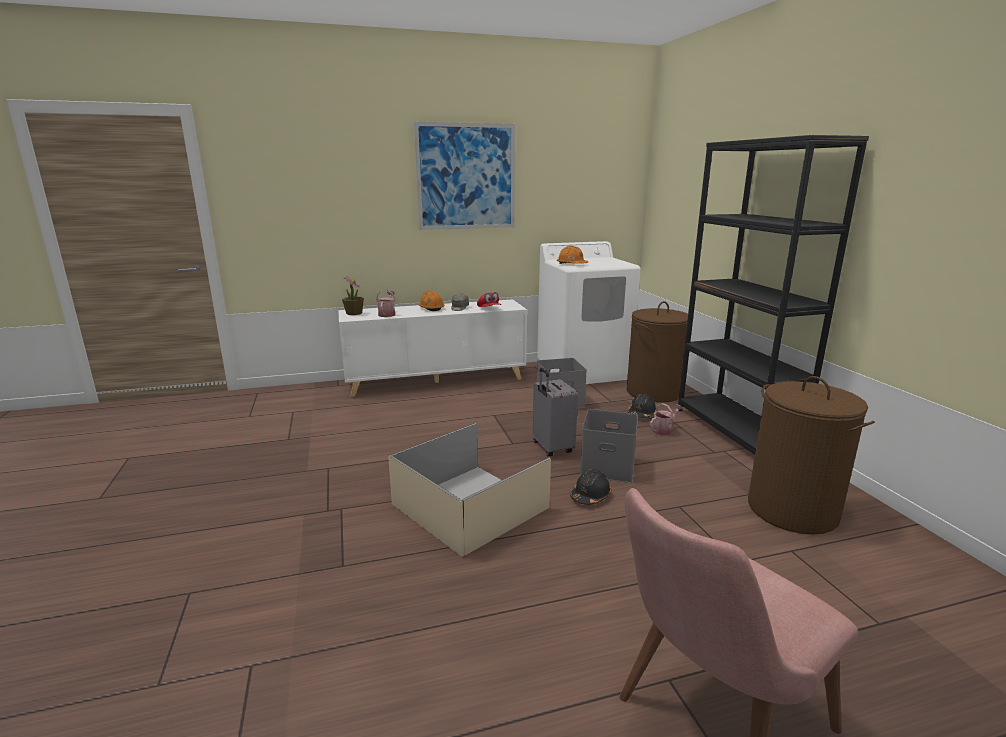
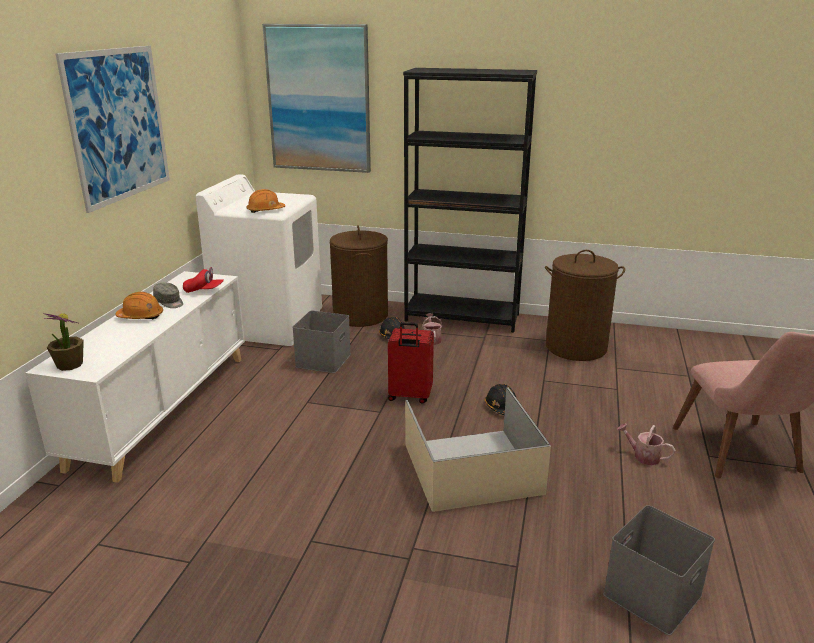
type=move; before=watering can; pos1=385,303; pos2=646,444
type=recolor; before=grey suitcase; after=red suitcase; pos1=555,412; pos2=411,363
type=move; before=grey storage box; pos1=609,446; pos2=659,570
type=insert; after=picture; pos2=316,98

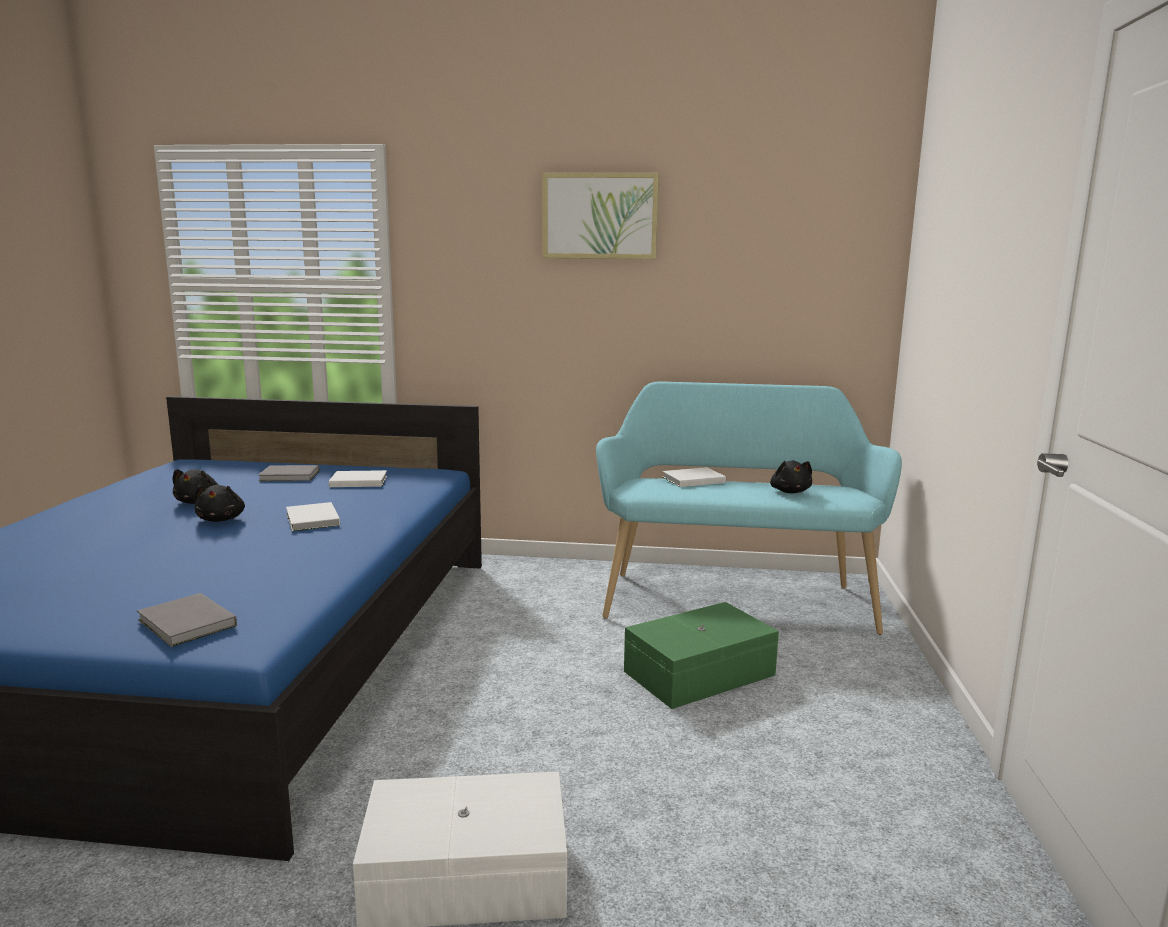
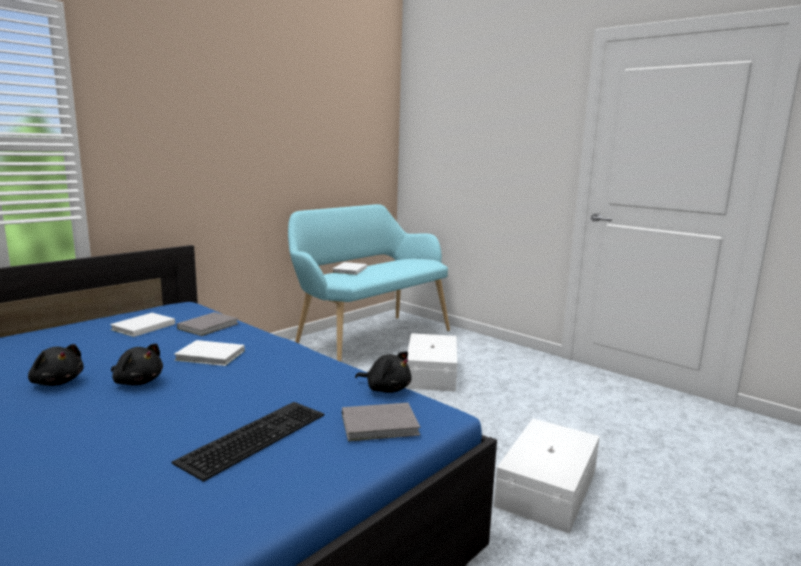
type=move; before=grey book; pos1=288,473; pos2=208,324
type=delete; before=picture; pos1=601,216
type=recolor; before=green storage box; after=white storage box; pos1=701,655; pos2=431,362
type=move; before=black plush toy; pos1=791,477; pos2=383,372
type=insert; after=keyboard; pos2=248,442

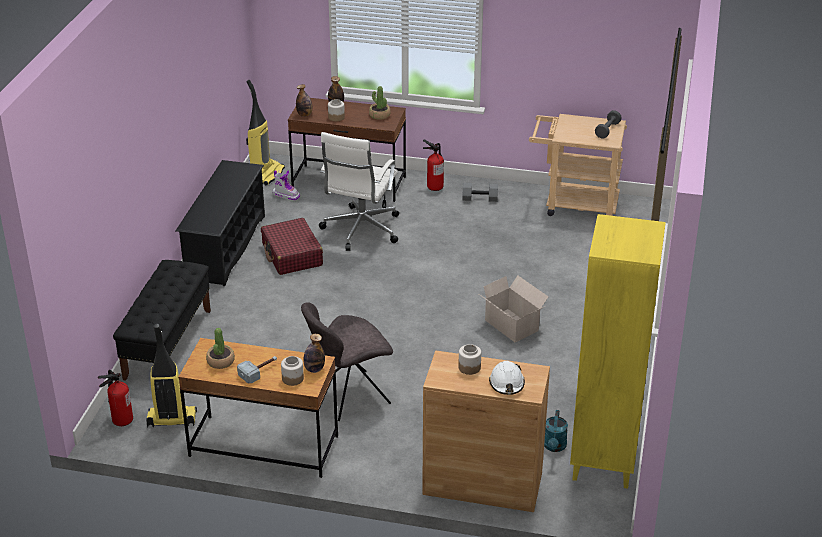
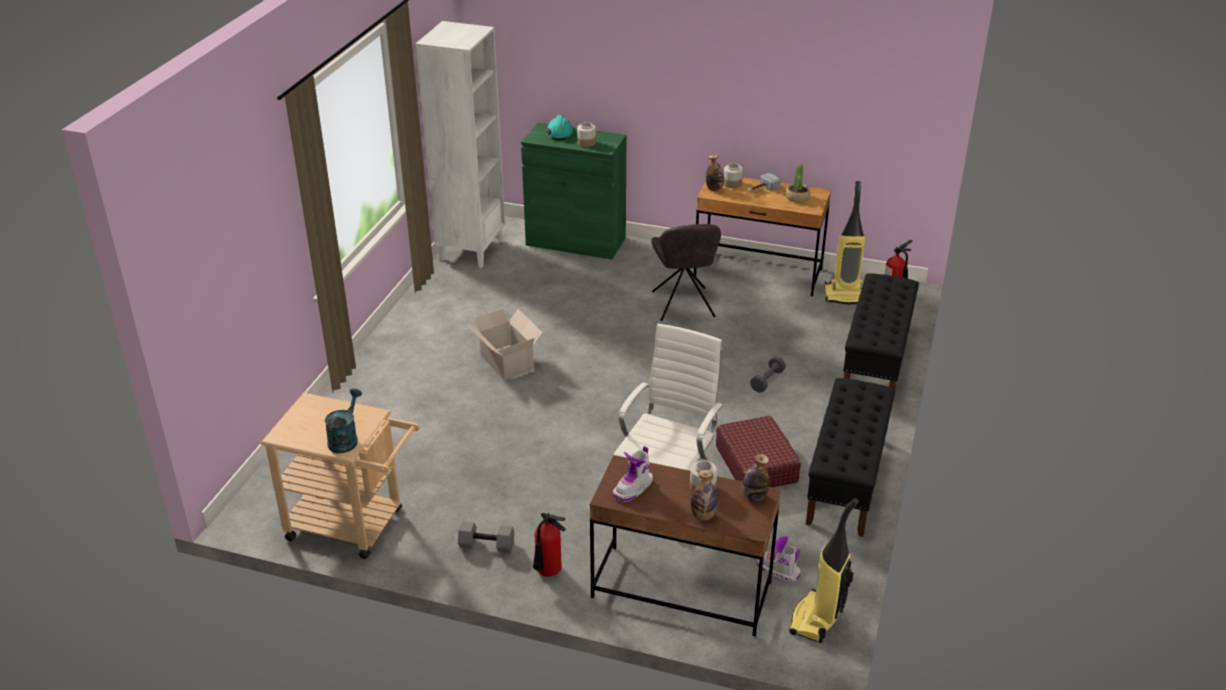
type=replace; before=black shoe rack; after=black bench; pos1=220,223; pos2=850,457
type=rotate; before=grey chair; pos1=347,361; pos2=686,272; turn=105
type=replace; before=potted plant; after=boot; pos1=379,103; pos2=632,474
type=recolor; before=brown cabinet; after=green cabinet; pos1=486,431; pos2=573,191
type=recolor; before=white hard hat; after=turquoise hard hat; pos1=507,378; pos2=560,127
type=move; before=turquoise watering can; pos1=556,431; pos2=343,421
type=recolor; before=yellow bookcase; after=white bookcase; pos1=618,351; pos2=460,144
type=move; before=grey dumbbell; pos1=608,124; pos2=768,374

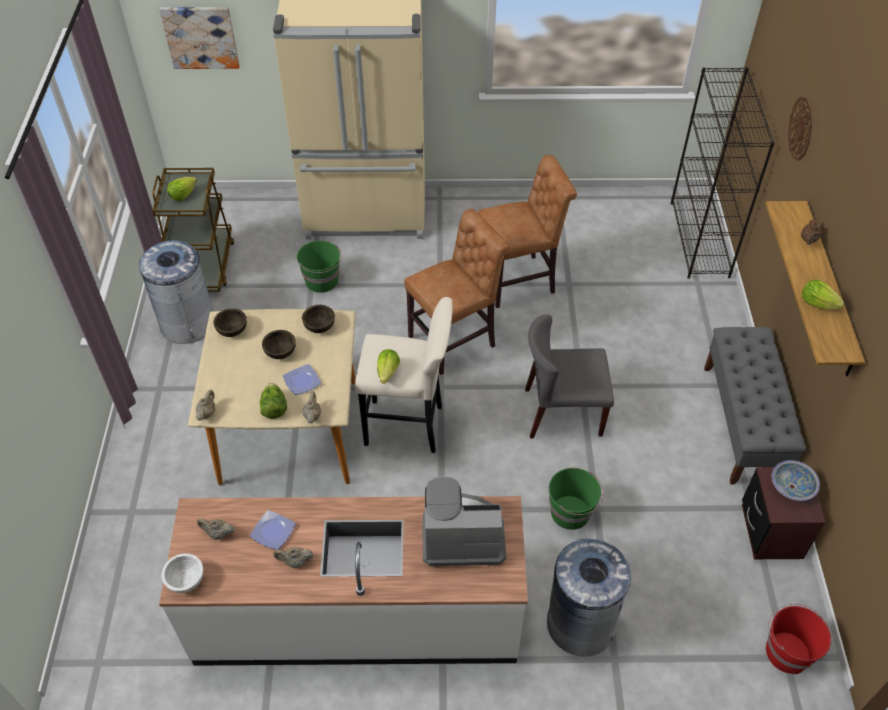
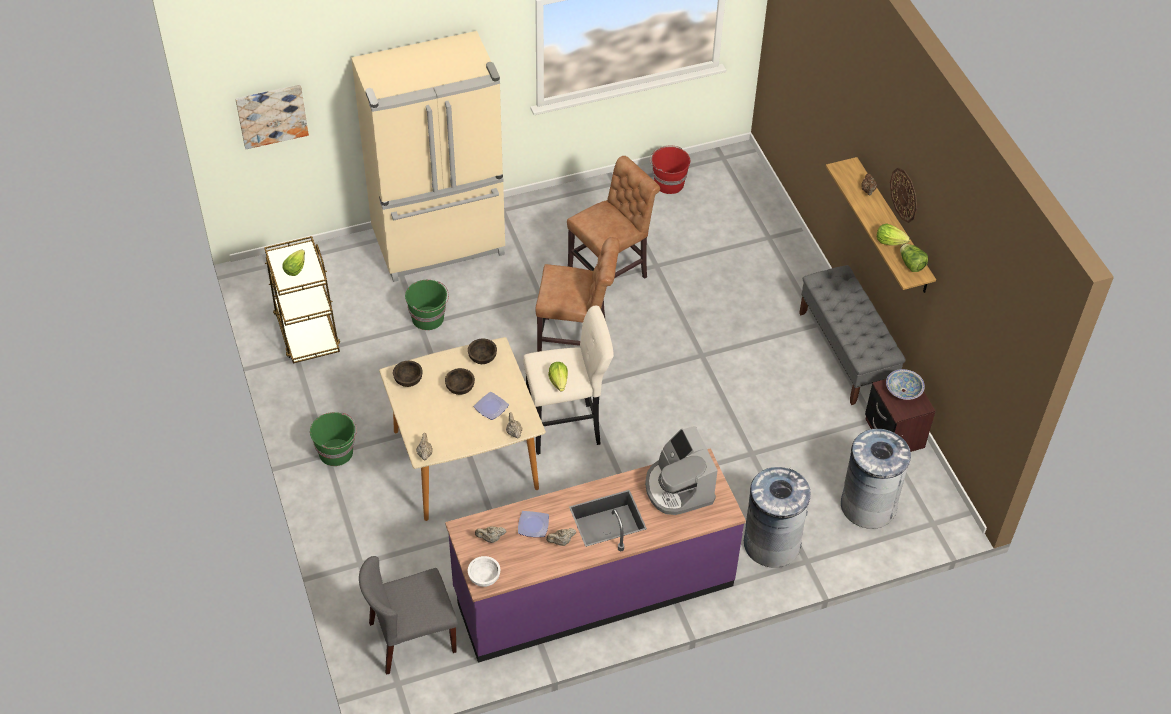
type=move; before=grey trash can; pos1=176,292; pos2=876,479
type=recolor; before=white counter; after=purple counter; pos1=343,581; pos2=595,555
type=move; before=lettuce; pos1=273,401; pos2=914,258
type=rotate; before=brown chair; pos1=457,292; pos2=577,294; turn=60
type=rotate; before=coffee machine; pos1=464,521; pos2=681,470; turn=-90
type=move; before=grey chair; pos1=569,376; pos2=408,615
type=move; before=green bucket; pos1=576,499; pos2=333,439
type=delete; before=black bookcase; pos1=723,173
type=move; before=red bucket; pos1=798,639; pos2=670,170
type=move; before=wall clock; pos1=800,129; pos2=903,195

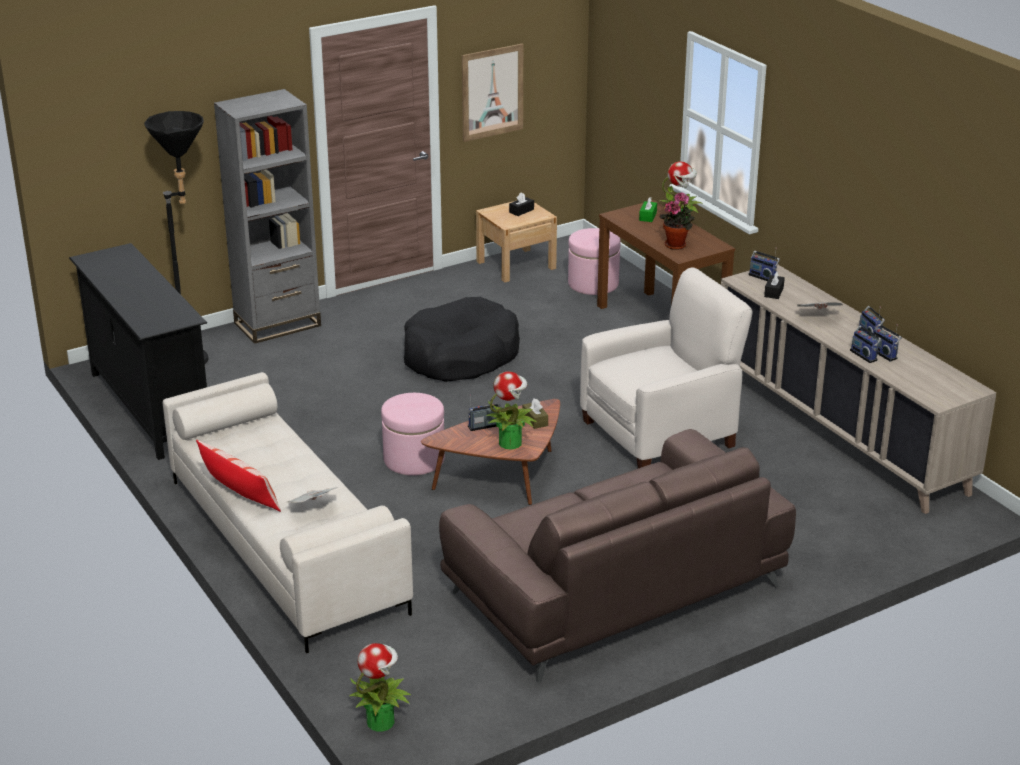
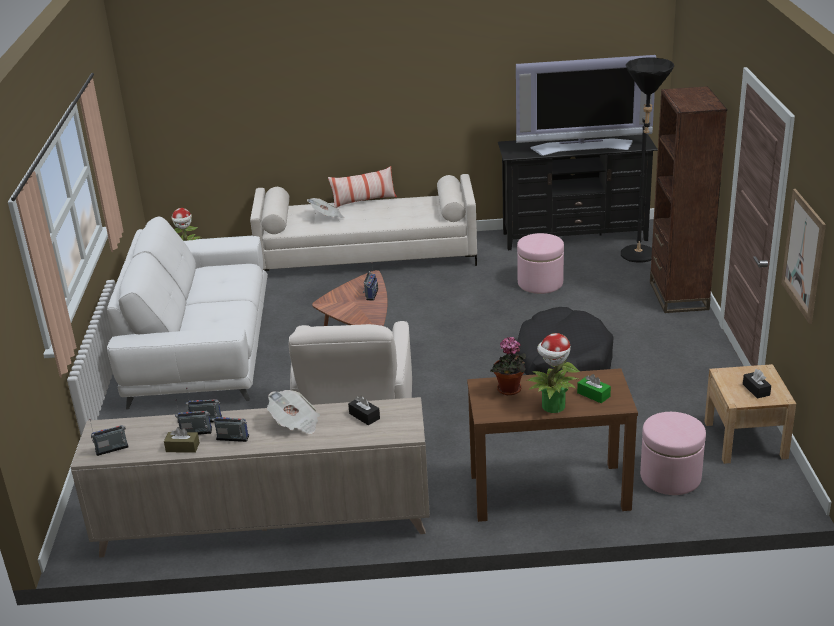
type=recolor; before=grey bookcase; after=brown bookcase; pos1=267,216; pos2=688,199
type=move; before=pink ottoman; pos1=413,434; pos2=540,263
type=recolor; before=brown sofa; after=white sofa; pos1=617,556; pos2=187,313
type=delete; before=potted plant; pos1=511,410
type=move; before=brown tissue box; pos1=535,413; pos2=182,440
type=move; before=radio; pos1=764,264; pos2=108,437
type=insert; after=television; pos2=586,105

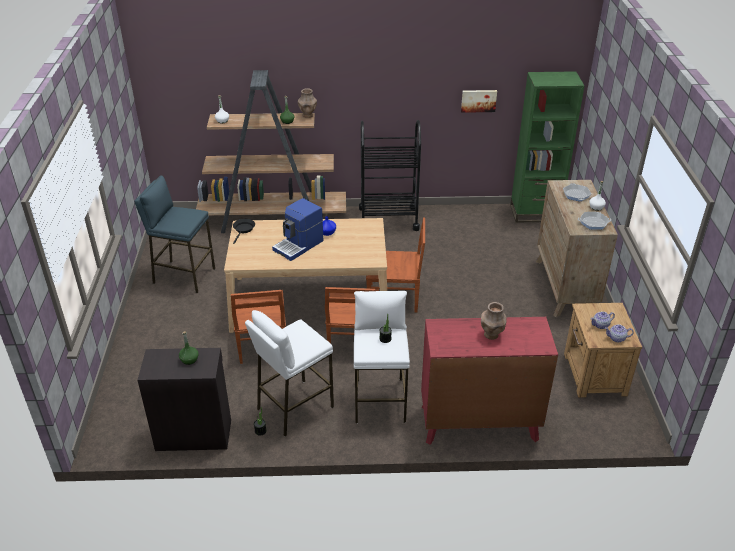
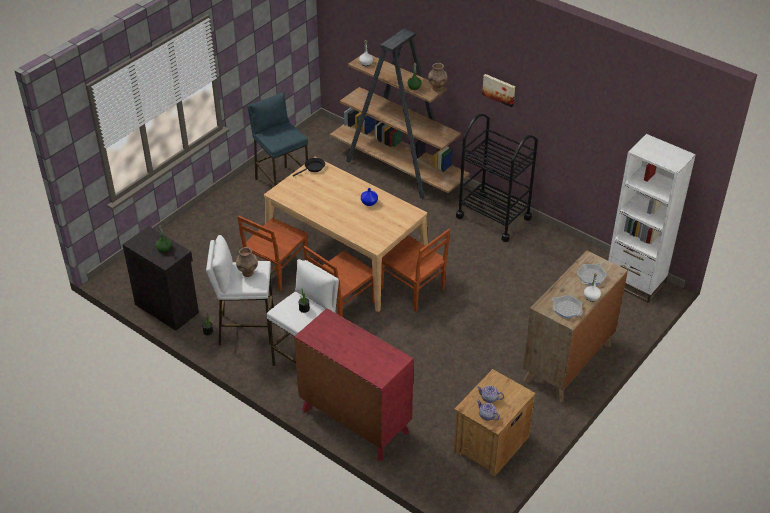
type=delete; before=coffee machine; pos1=297,229
type=move; before=picture; pos1=479,101; pos2=498,90
type=move; before=brown vase; pos1=494,321; pos2=247,262
type=recolor; before=green bookcase; after=white bookcase; pos1=547,147; pos2=652,218

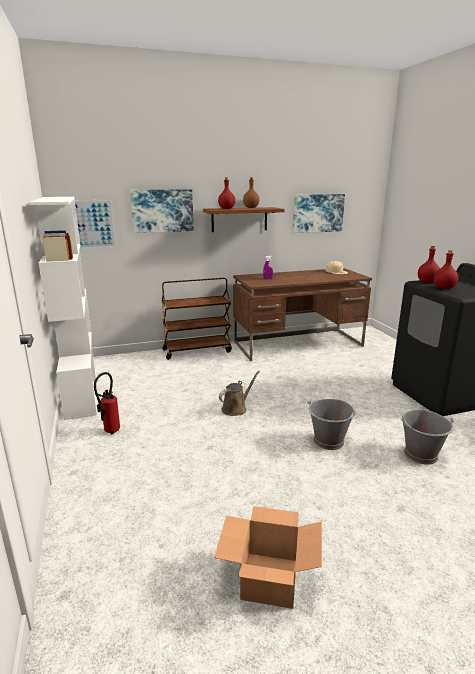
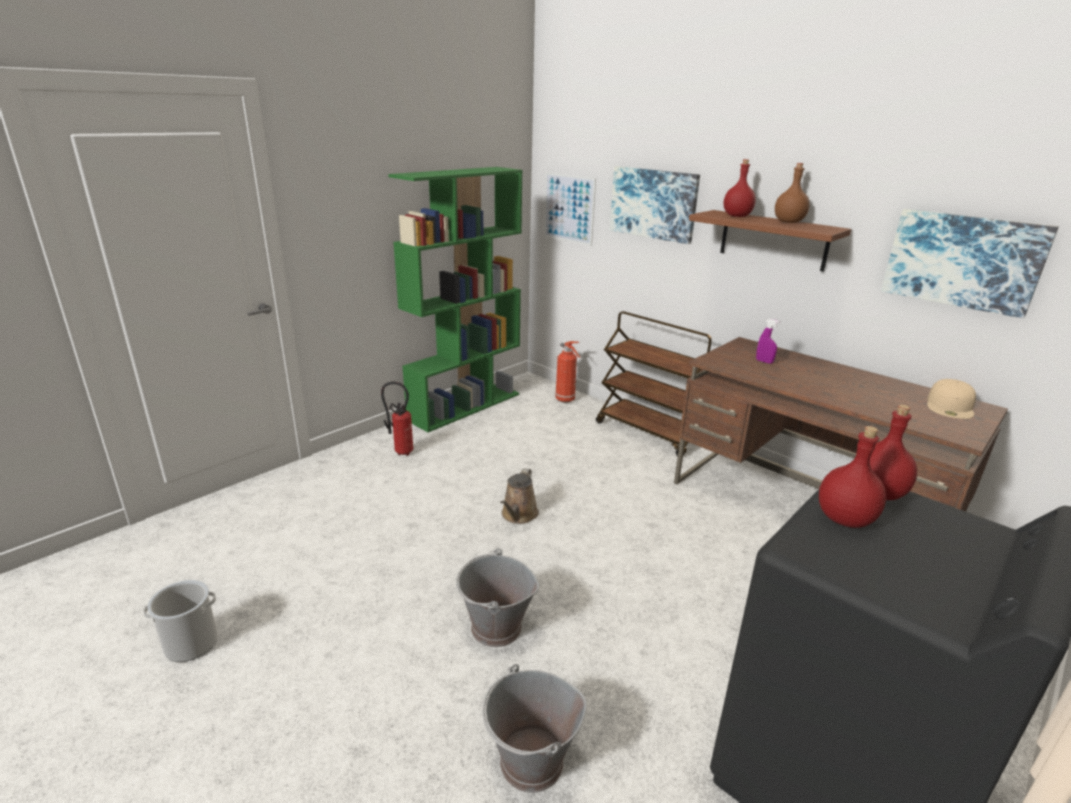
type=recolor; before=white bookcase; after=green bookcase; pos1=63,308; pos2=455,299
type=replace; before=cardboard box; after=bucket; pos1=268,557; pos2=180,621
type=rotate; before=brown watering can; pos1=239,393; pos2=519,496; turn=90
type=insert; after=fire extinguisher; pos2=568,371

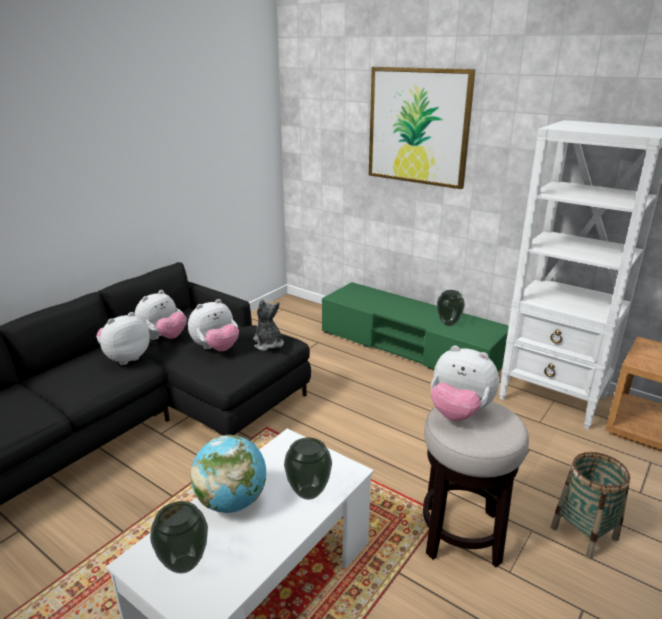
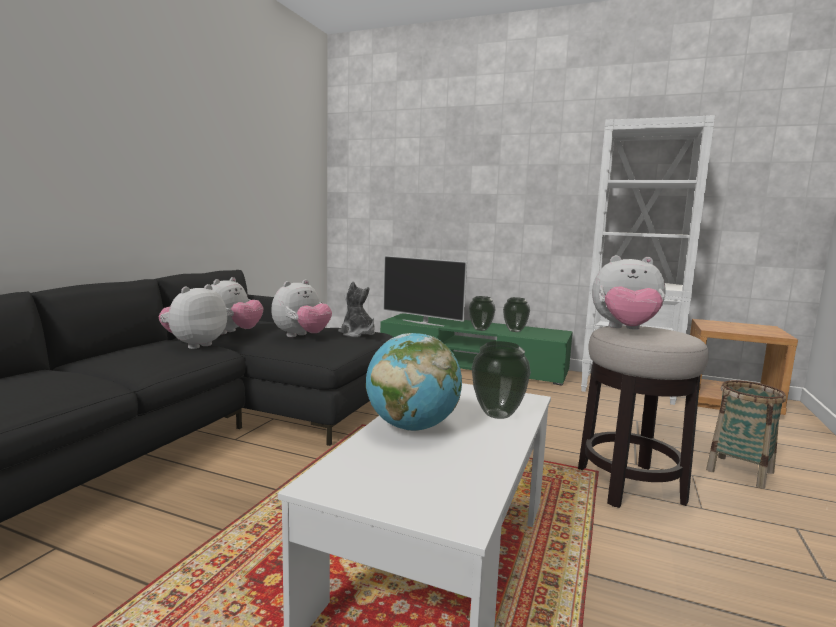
type=move; before=vase; pos1=179,537; pos2=482,313
type=delete; before=picture; pos1=422,128
type=insert; after=television; pos2=425,290

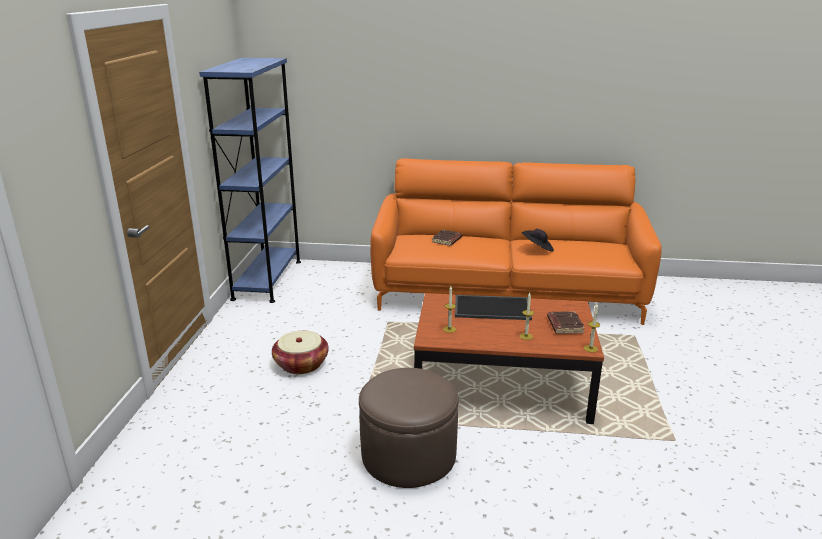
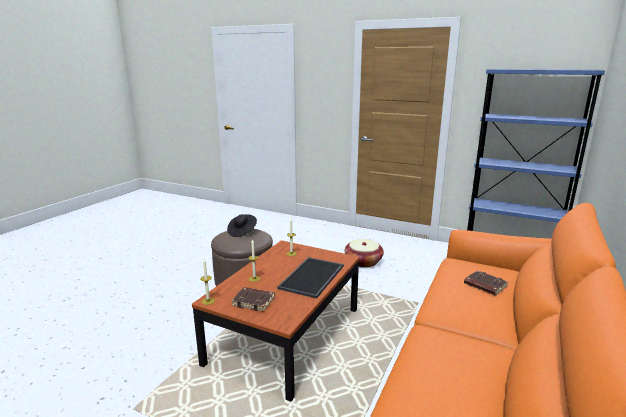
type=move; before=black hat; pos1=538,240; pos2=242,225

